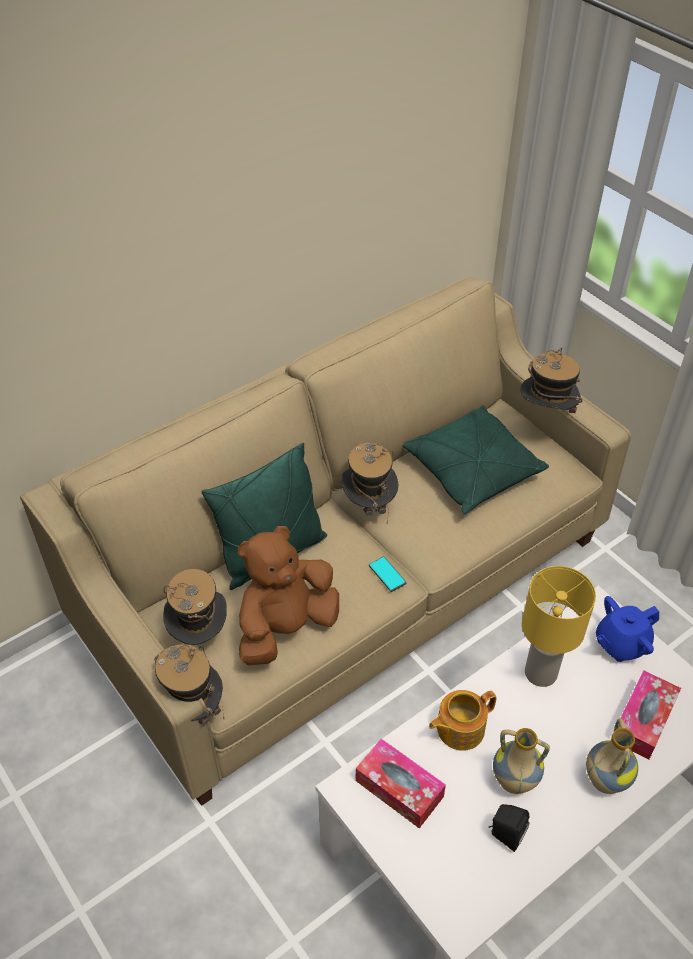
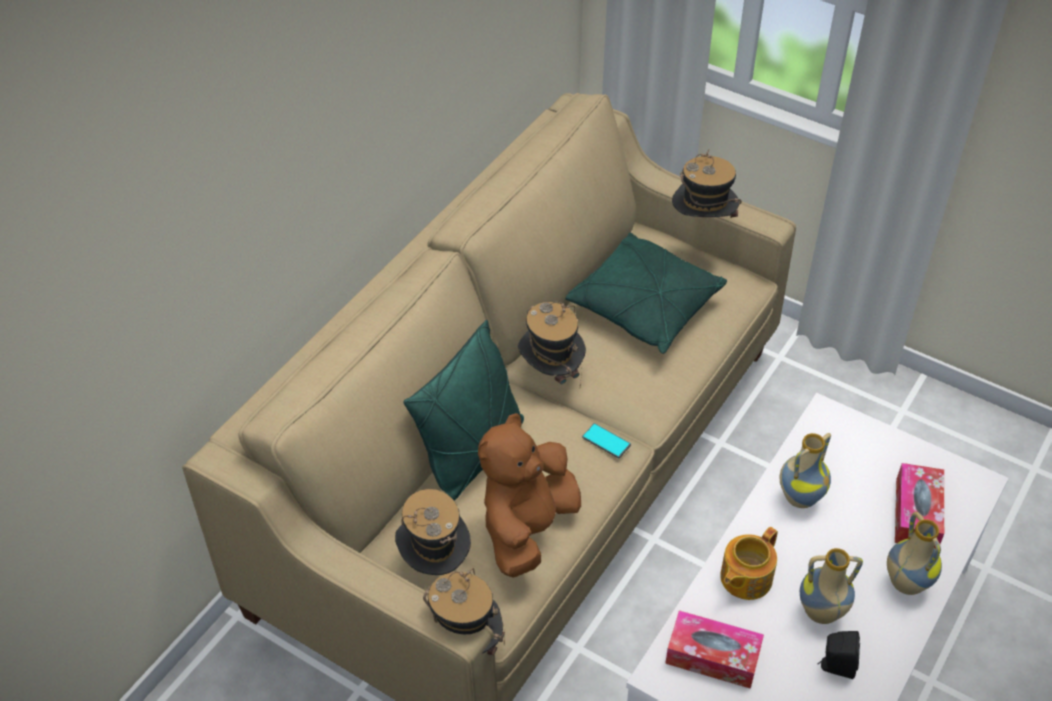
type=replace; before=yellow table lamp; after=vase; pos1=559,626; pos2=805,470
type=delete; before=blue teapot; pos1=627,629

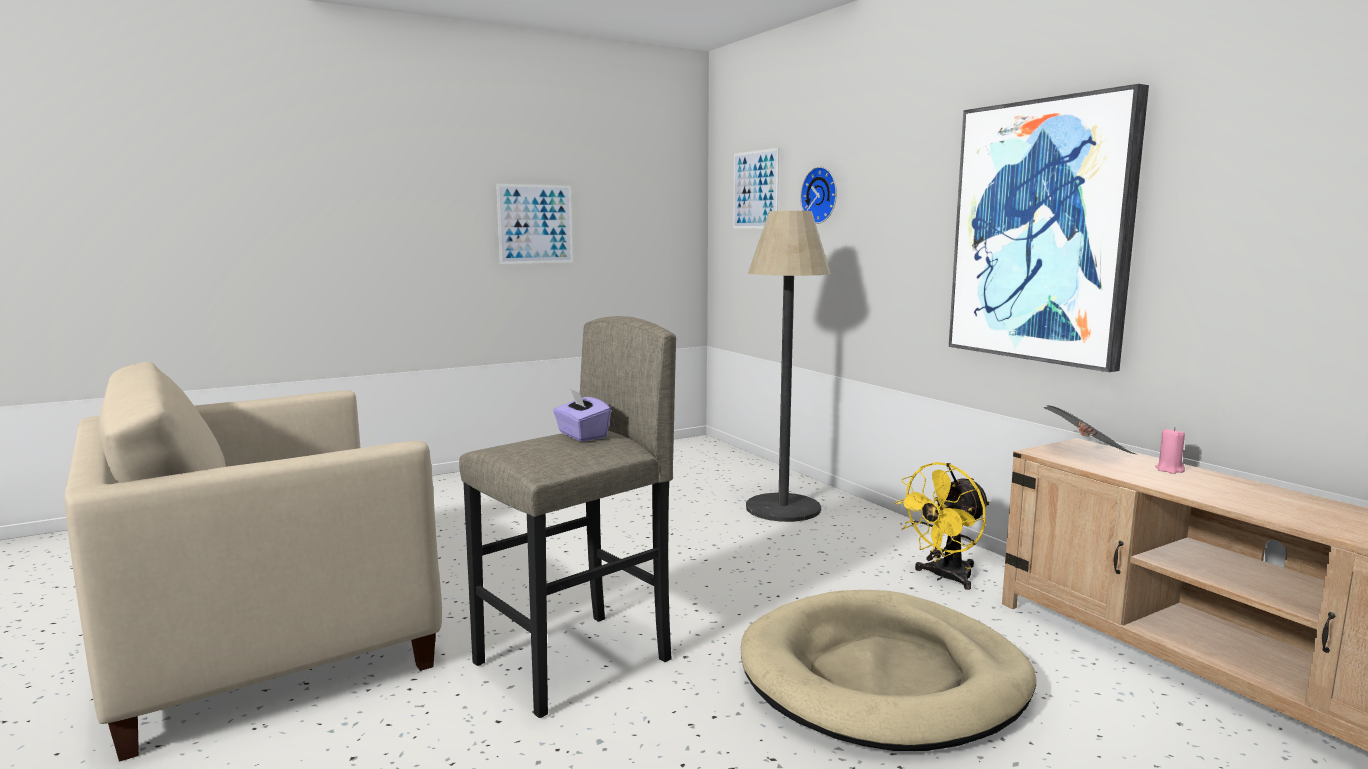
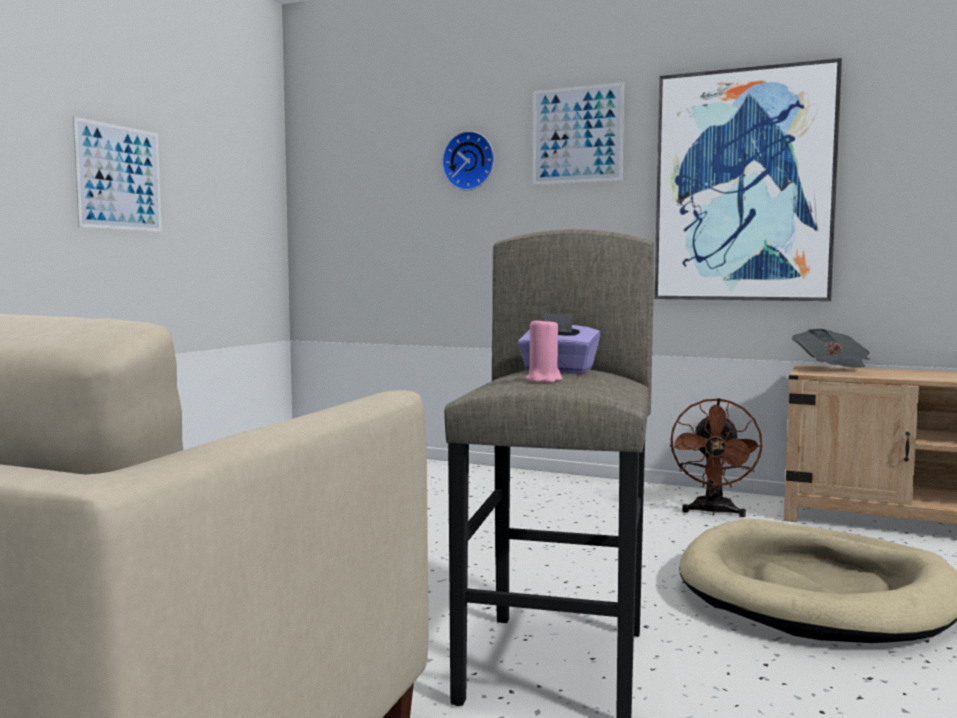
type=move; before=picture; pos1=756,188; pos2=578,133
type=delete; before=floor lamp; pos1=788,366
type=recolor; before=yellow fan; after=brown fan; pos1=942,526; pos2=716,457
type=move; before=pink candle; pos1=1170,450; pos2=544,350

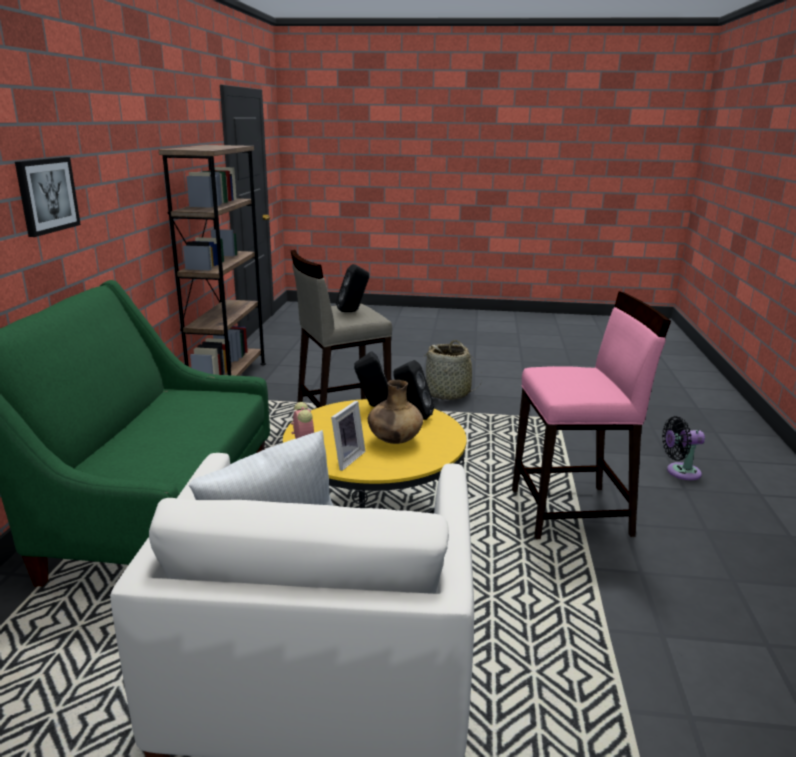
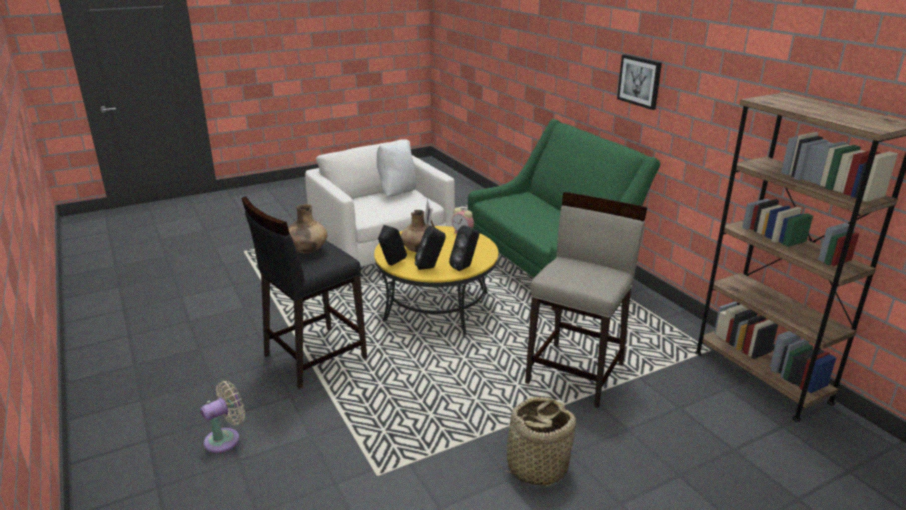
type=move; before=black speaker; pos1=352,288; pos2=392,245
type=recolor; before=pink stool; after=black stool; pos1=591,415; pos2=304,293
type=recolor; before=black fan; after=beige fan; pos1=683,448; pos2=222,417
type=insert; after=brown vase; pos2=308,228

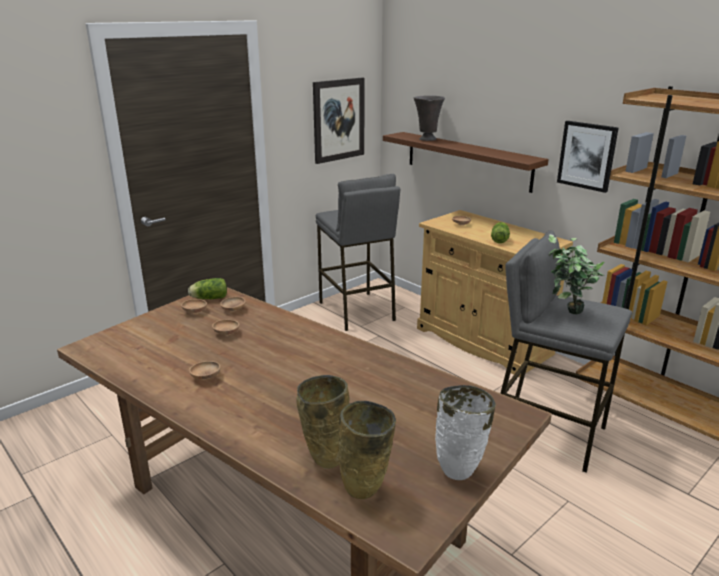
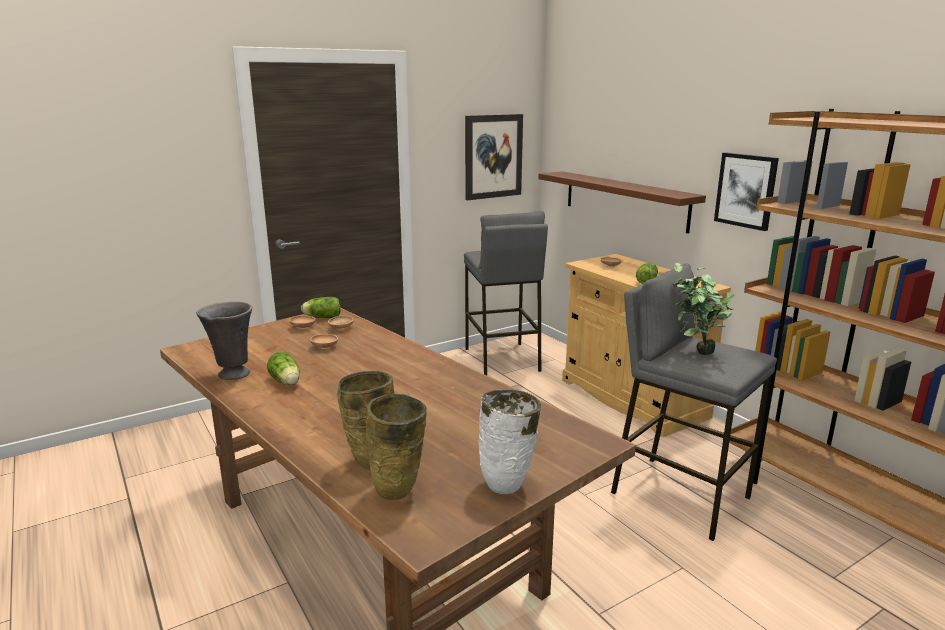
type=replace; before=brown bowl; after=lettuce; pos1=204,370; pos2=283,368
type=move; before=grey vase; pos1=429,118; pos2=224,340

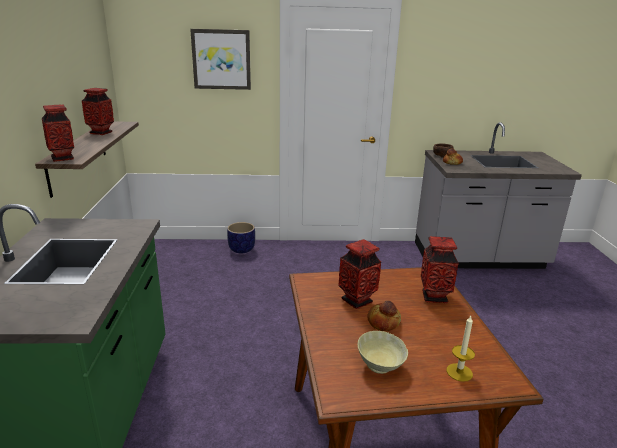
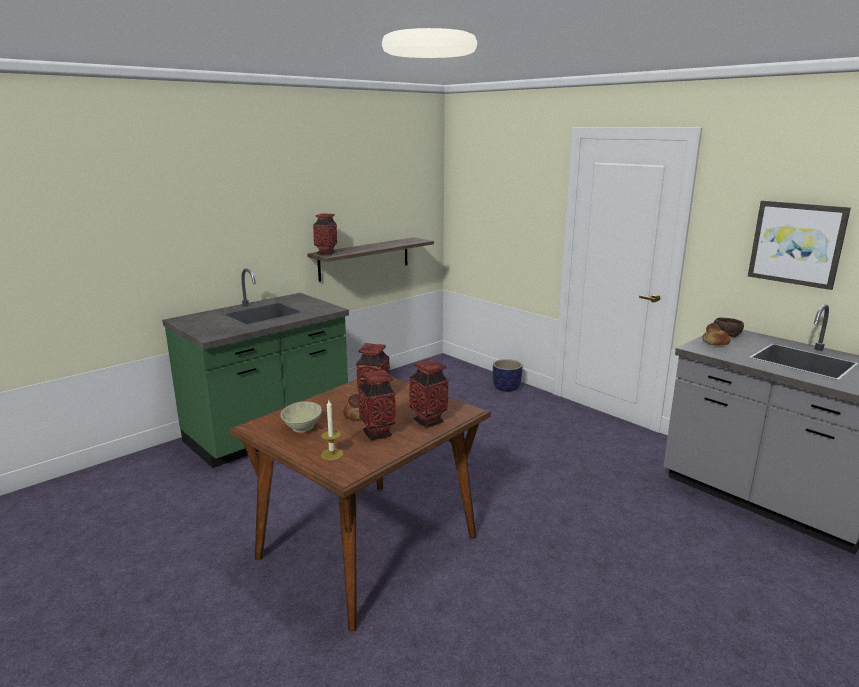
type=move; before=vase; pos1=98,111; pos2=377,405
type=move; before=picture; pos1=220,59; pos2=799,245

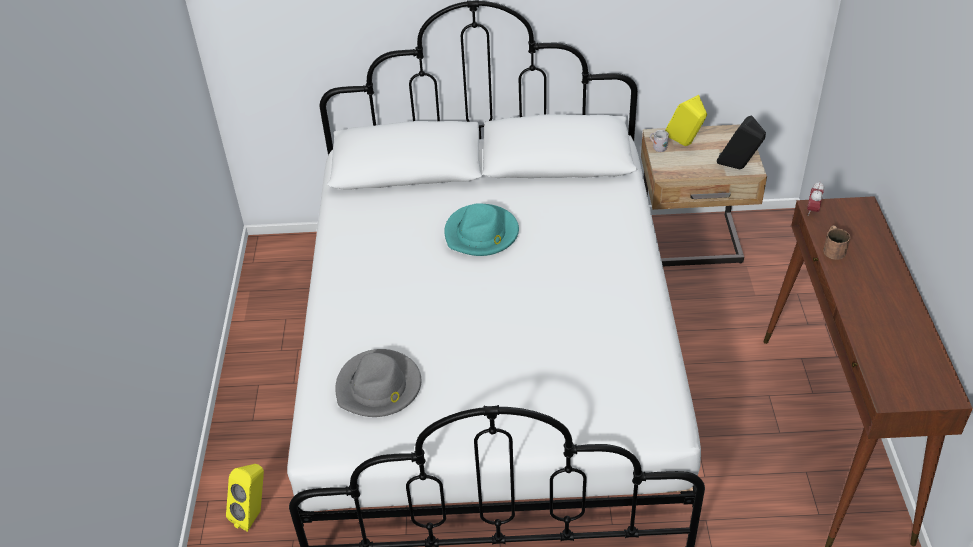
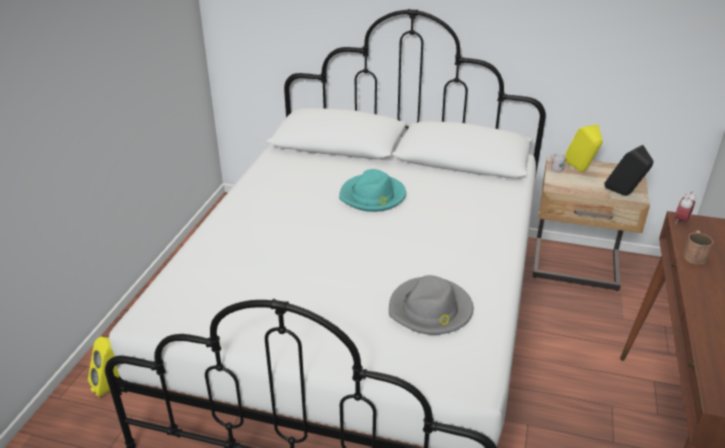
type=move; before=grey hat; pos1=378,383; pos2=431,305

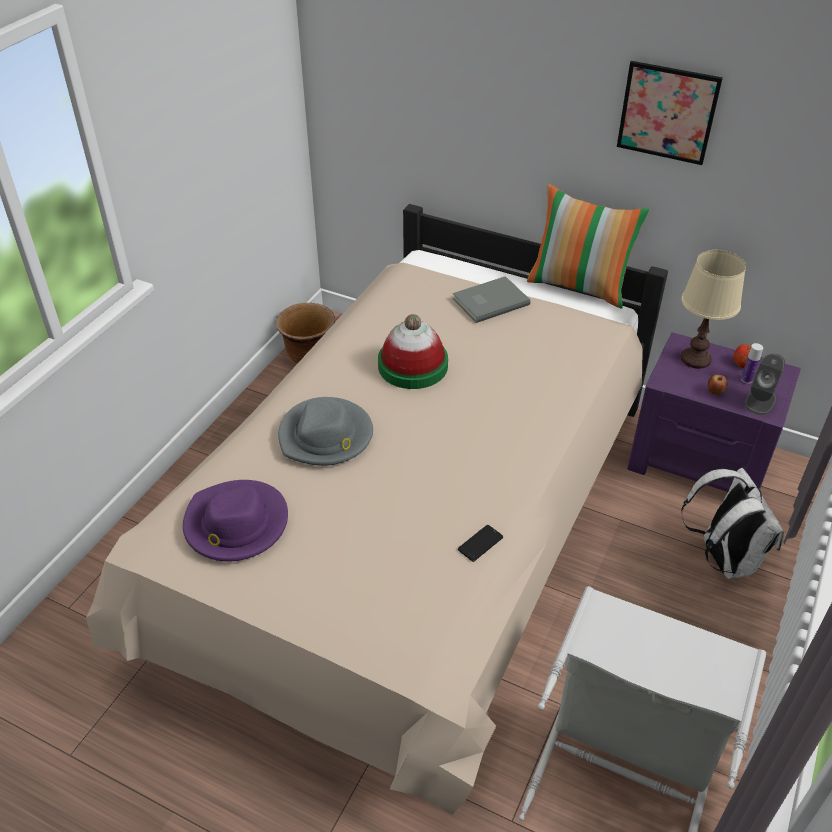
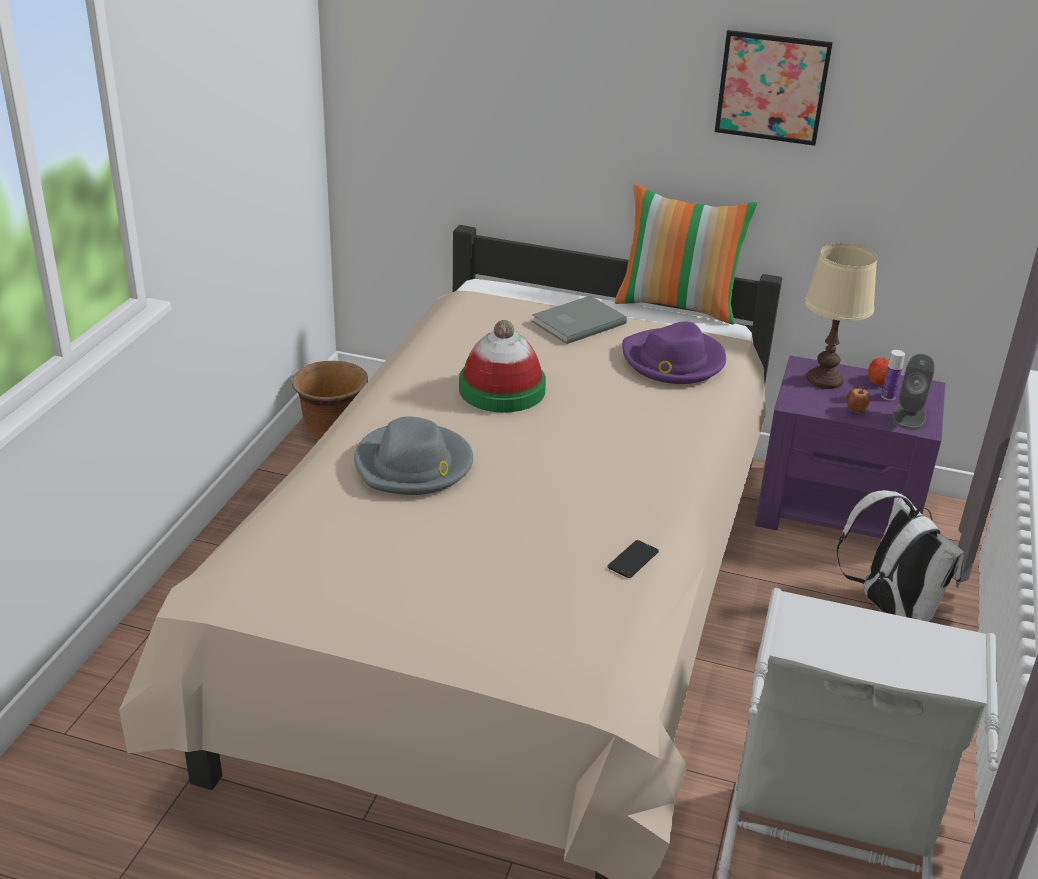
type=move; before=purple hat; pos1=235,520; pos2=674,352

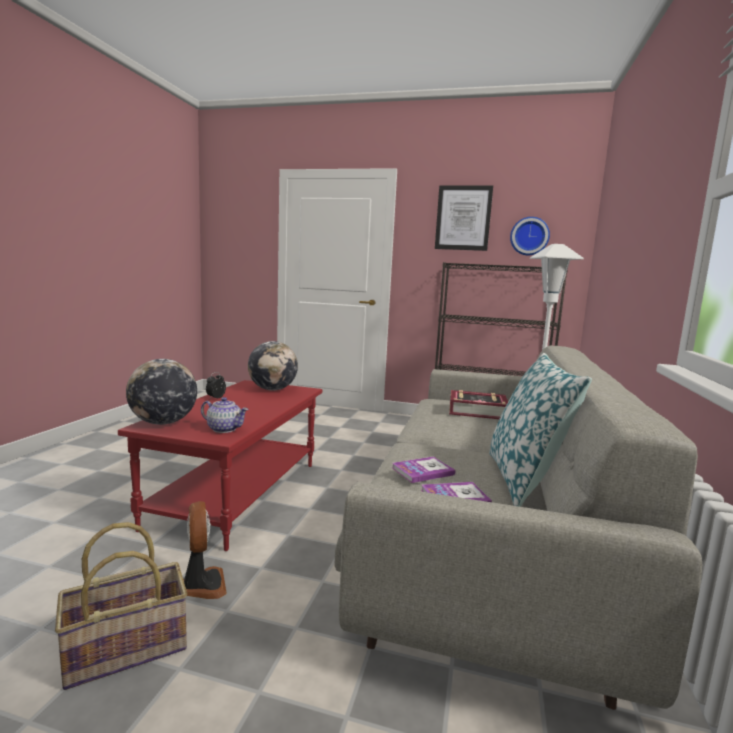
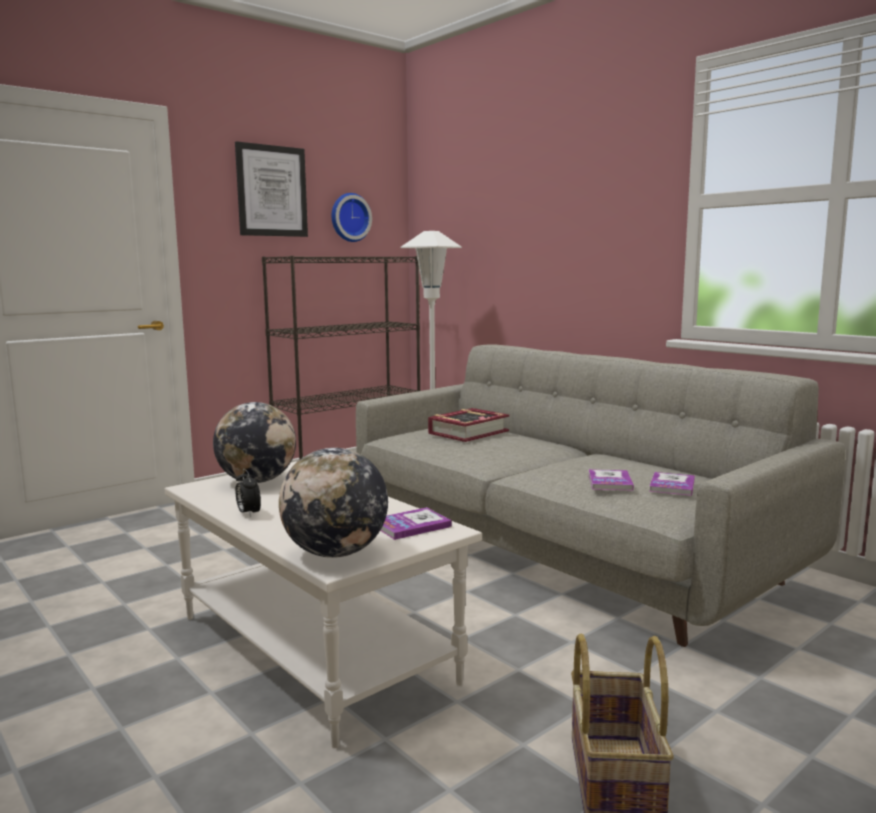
type=recolor; before=red coffee table; after=white coffee table; pos1=220,465; pos2=323,605
type=delete; before=fan; pos1=205,550
type=replace; before=teapot; after=book; pos1=225,415; pos2=416,523
type=delete; before=pillow; pos1=540,430

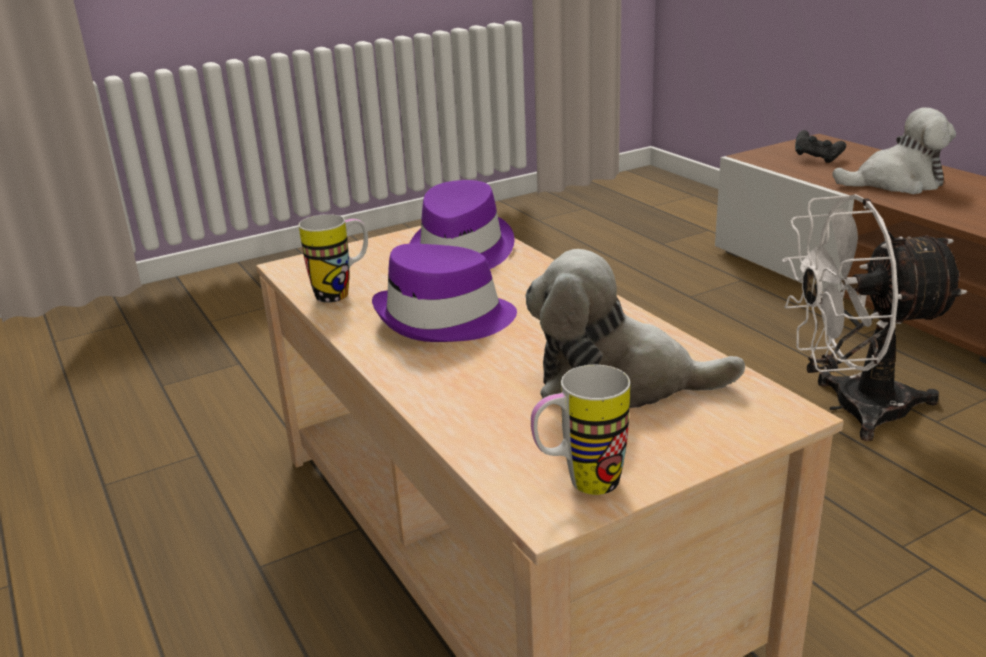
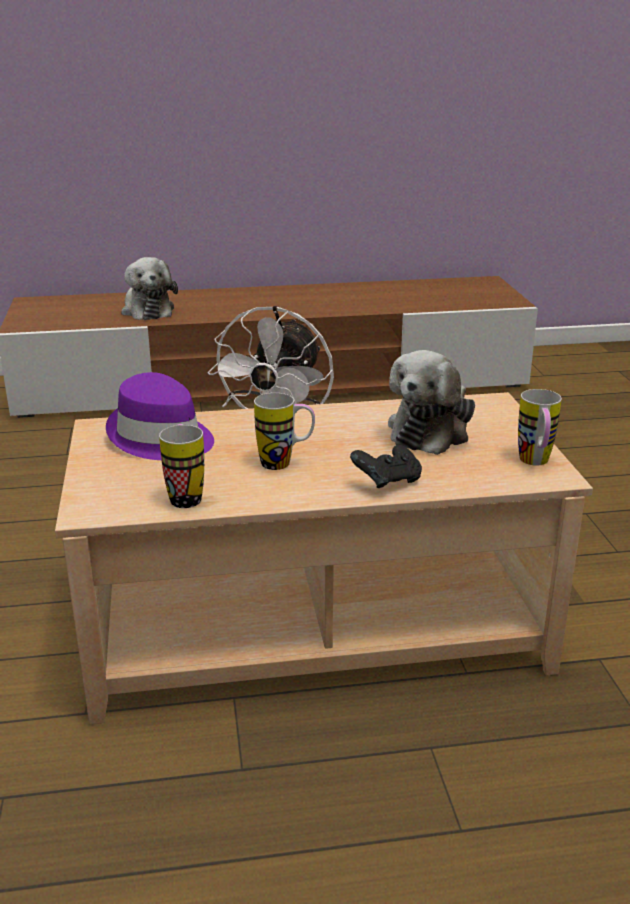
type=replace; before=purple hat; after=mug; pos1=444,293; pos2=284,431
type=move; before=black game controller; pos1=820,146; pos2=386,466
type=rotate; before=plush toy; pos1=894,151; pos2=149,288; turn=135

